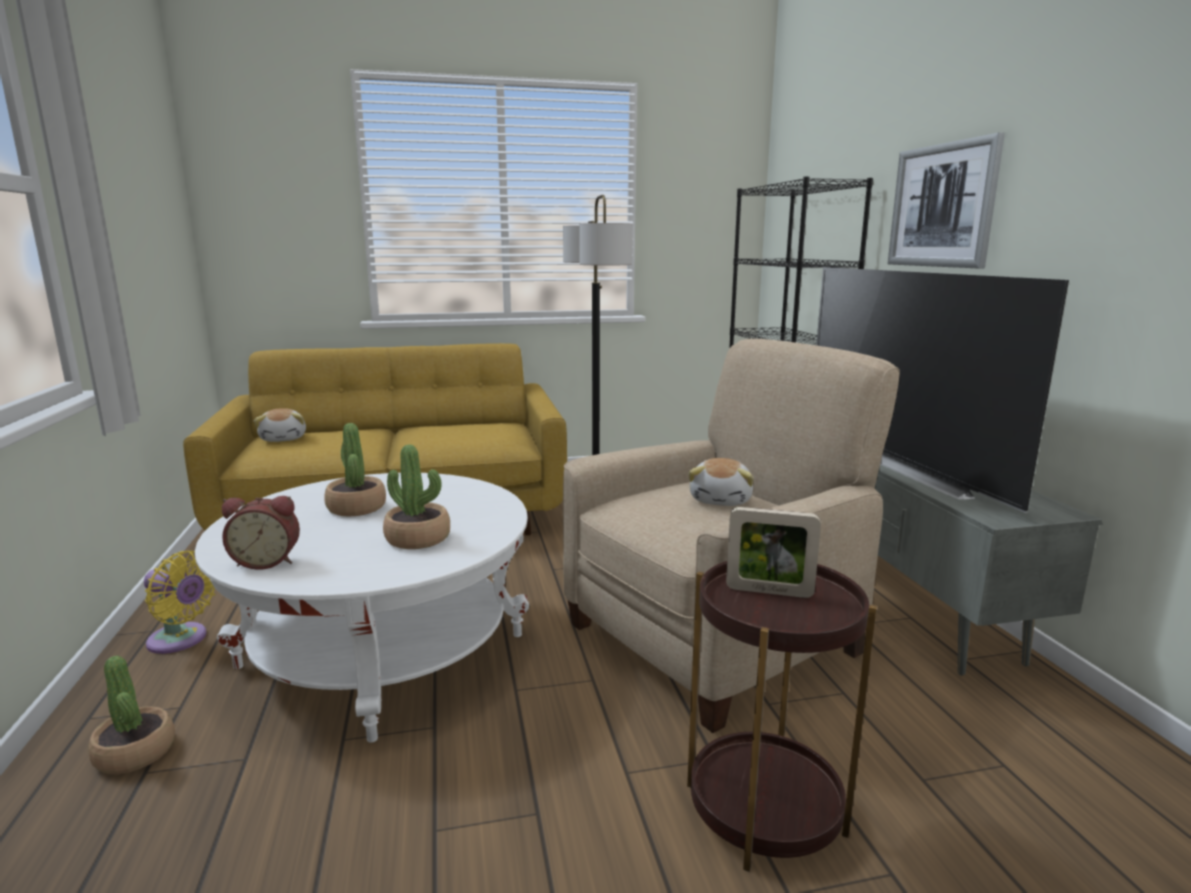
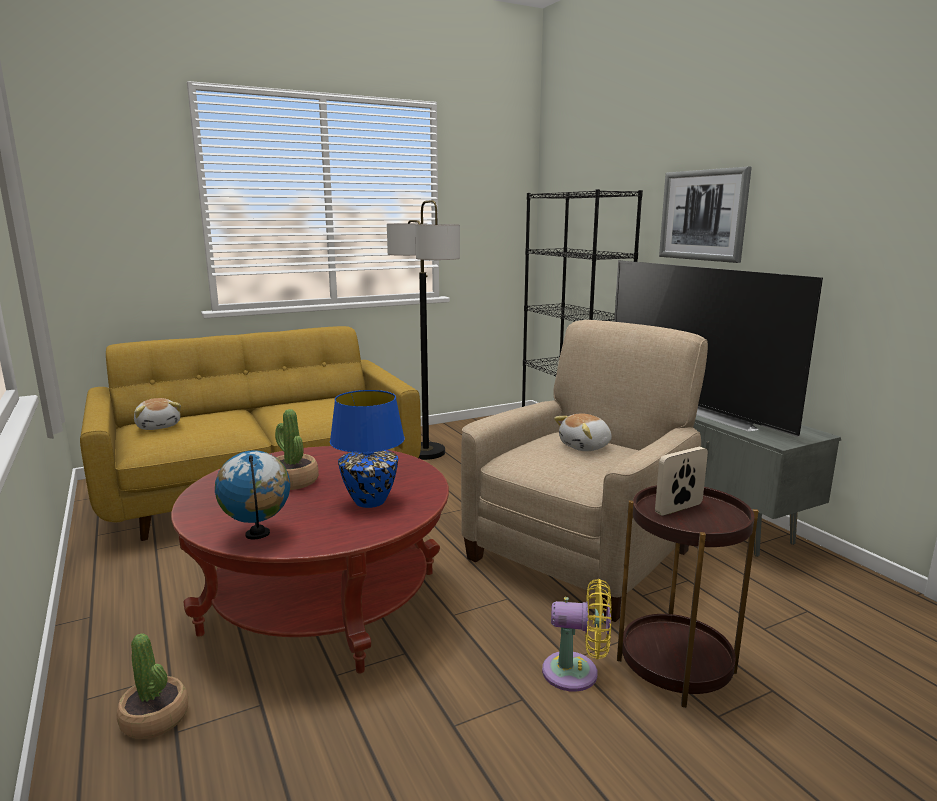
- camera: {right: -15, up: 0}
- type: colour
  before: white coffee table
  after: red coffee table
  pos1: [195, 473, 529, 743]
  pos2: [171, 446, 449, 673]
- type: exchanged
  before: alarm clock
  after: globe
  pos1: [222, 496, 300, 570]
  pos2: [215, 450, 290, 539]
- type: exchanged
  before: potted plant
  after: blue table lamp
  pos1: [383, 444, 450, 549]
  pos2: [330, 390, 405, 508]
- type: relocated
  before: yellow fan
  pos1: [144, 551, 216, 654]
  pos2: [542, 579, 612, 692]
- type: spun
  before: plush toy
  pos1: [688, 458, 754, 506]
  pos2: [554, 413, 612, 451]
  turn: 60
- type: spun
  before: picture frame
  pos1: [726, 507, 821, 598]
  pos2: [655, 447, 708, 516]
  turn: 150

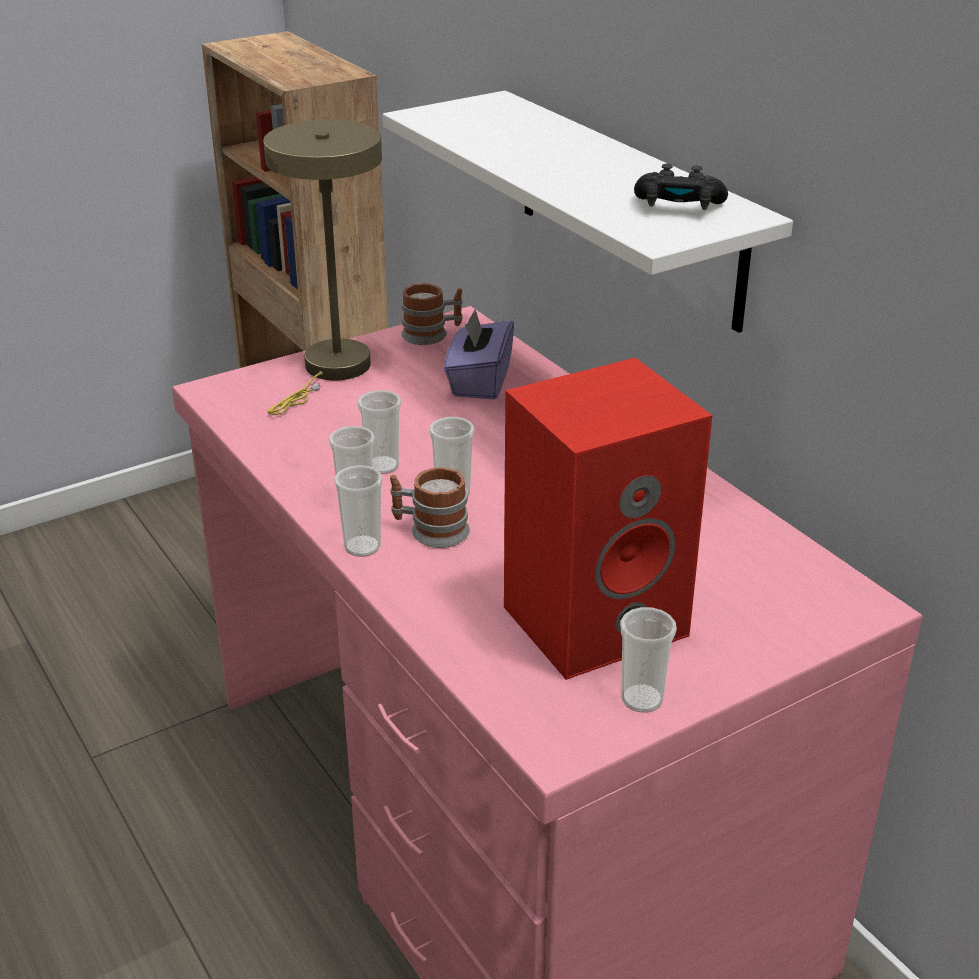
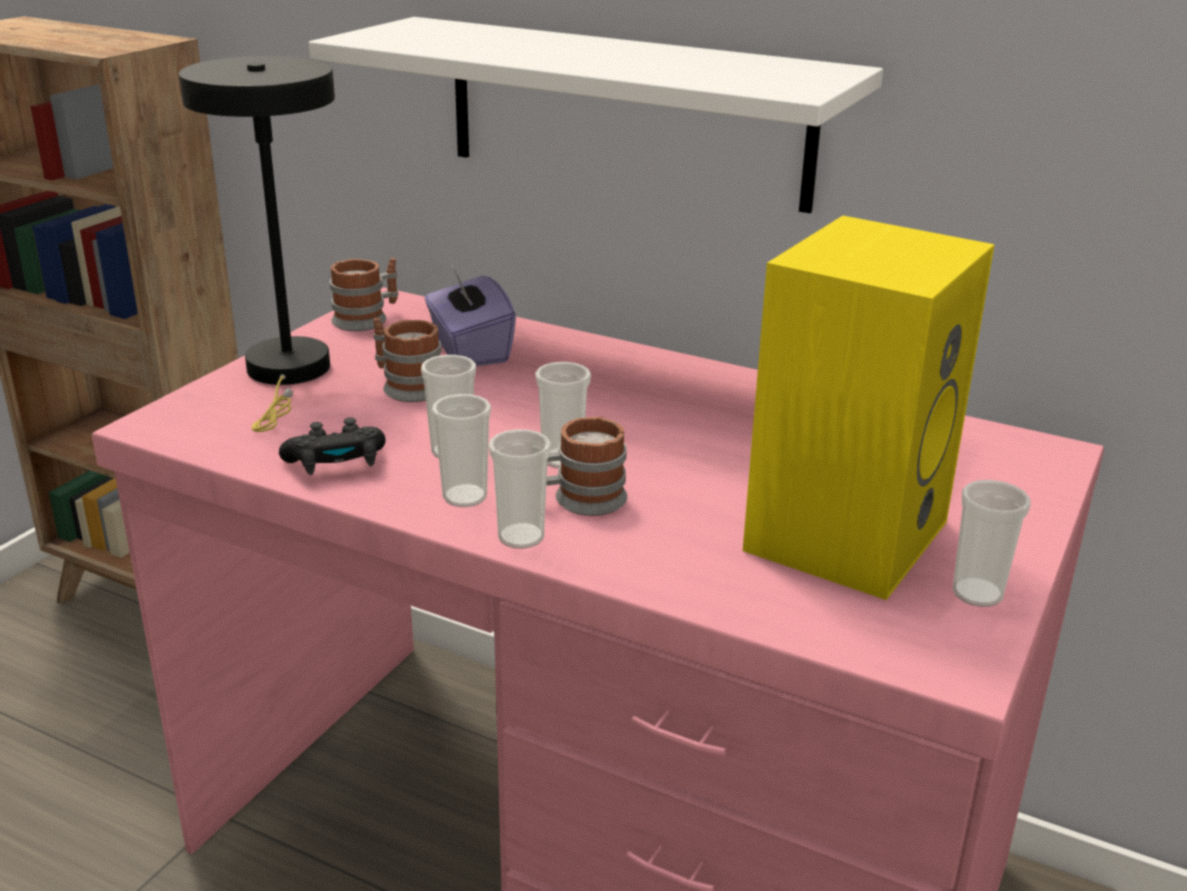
- camera: {right: -30, up: -5}
- type: colour
  before: beige table lamp
  after: black table lamp
  pos1: [263, 119, 382, 415]
  pos2: [179, 56, 335, 432]
- type: relocated
  before: black game controller
  pos1: [634, 164, 728, 210]
  pos2: [279, 417, 386, 475]
- type: appeared
  after: mug
  pos2: [373, 318, 441, 402]
- type: colour
  before: red speaker
  after: yellow speaker
  pos1: [504, 358, 712, 680]
  pos2: [743, 216, 995, 600]

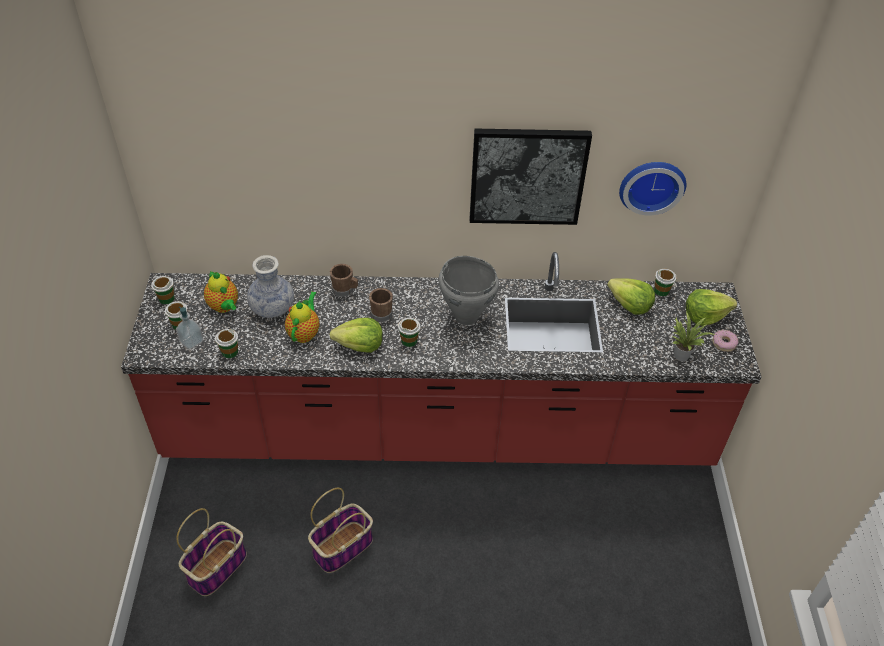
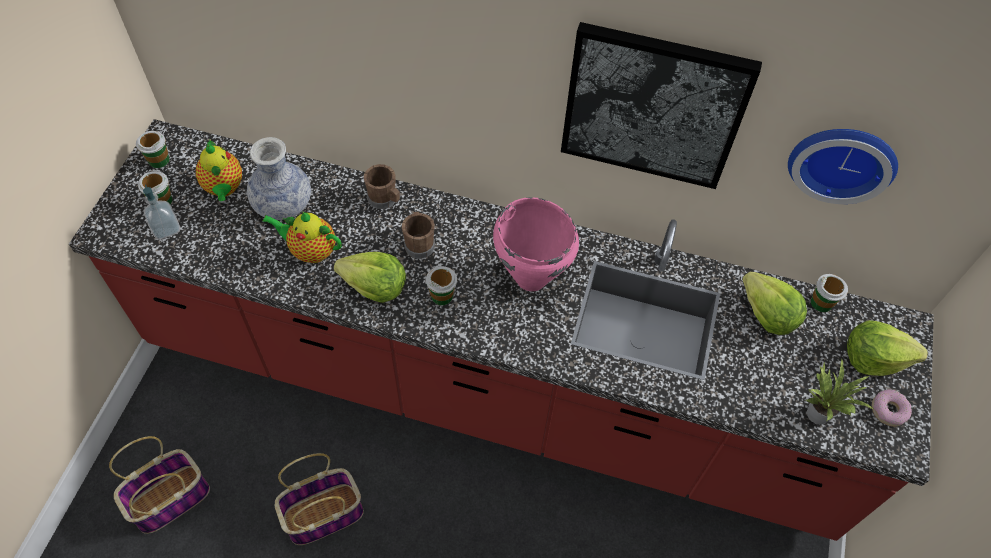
- camera: {right: 15, up: 10}
- type: spun
  before: teapot
  pos1: [285, 291, 320, 343]
  pos2: [262, 212, 342, 263]
  turn: -105
- type: colour
  before: grey cooking pot
  after: pink cooking pot
  pos1: [439, 256, 499, 325]
  pos2: [493, 197, 579, 291]
- type: missing
  before: cup
  pos1: [215, 329, 238, 358]

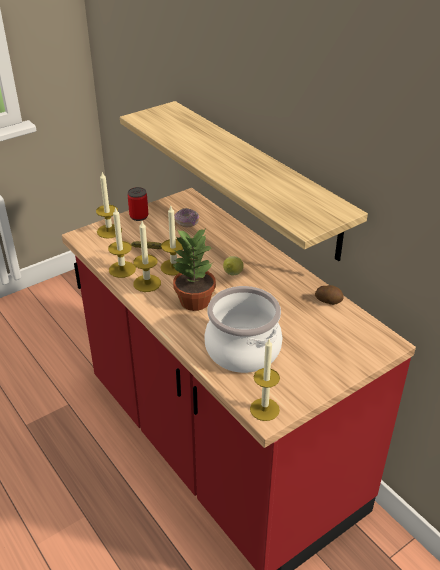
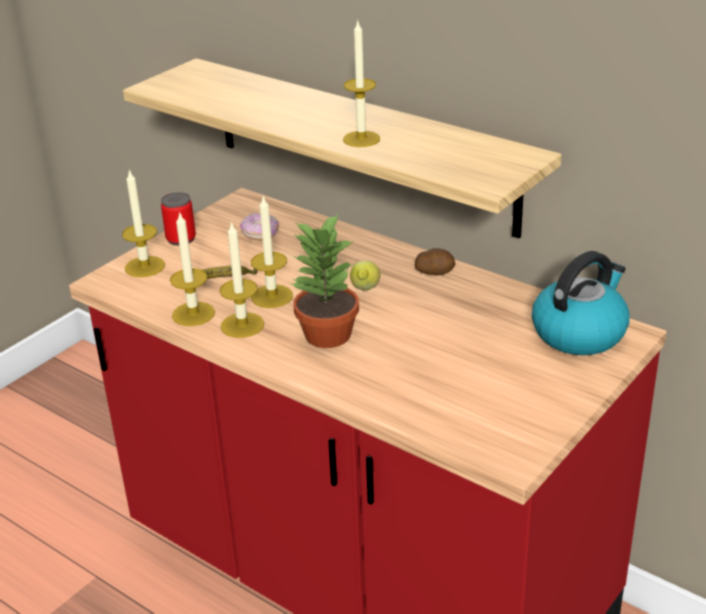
- camera: {right: -15, up: -5}
- type: relocated
  before: candle
  pos1: [250, 339, 280, 421]
  pos2: [343, 22, 380, 147]
- type: relocated
  before: potato
  pos1: [315, 285, 344, 305]
  pos2: [415, 248, 456, 275]
- type: appeared
  after: kettle
  pos2: [532, 251, 630, 355]
- type: missing
  before: cooking pot
  pos1: [205, 286, 283, 373]

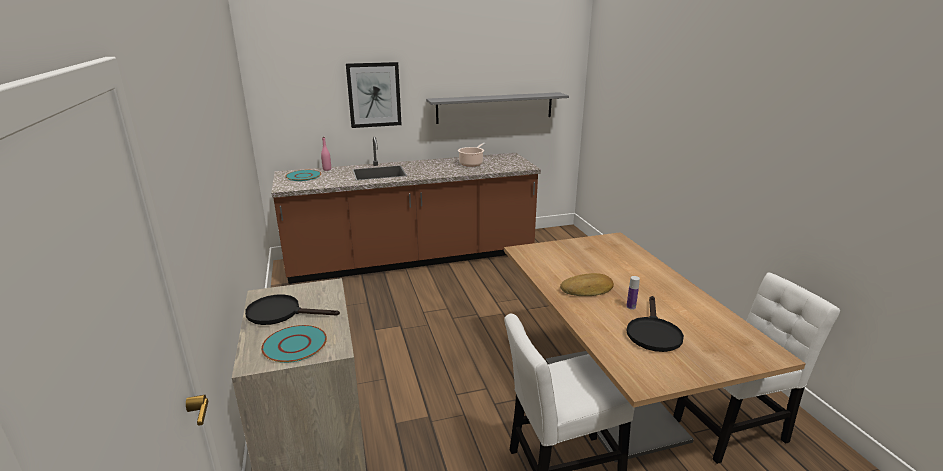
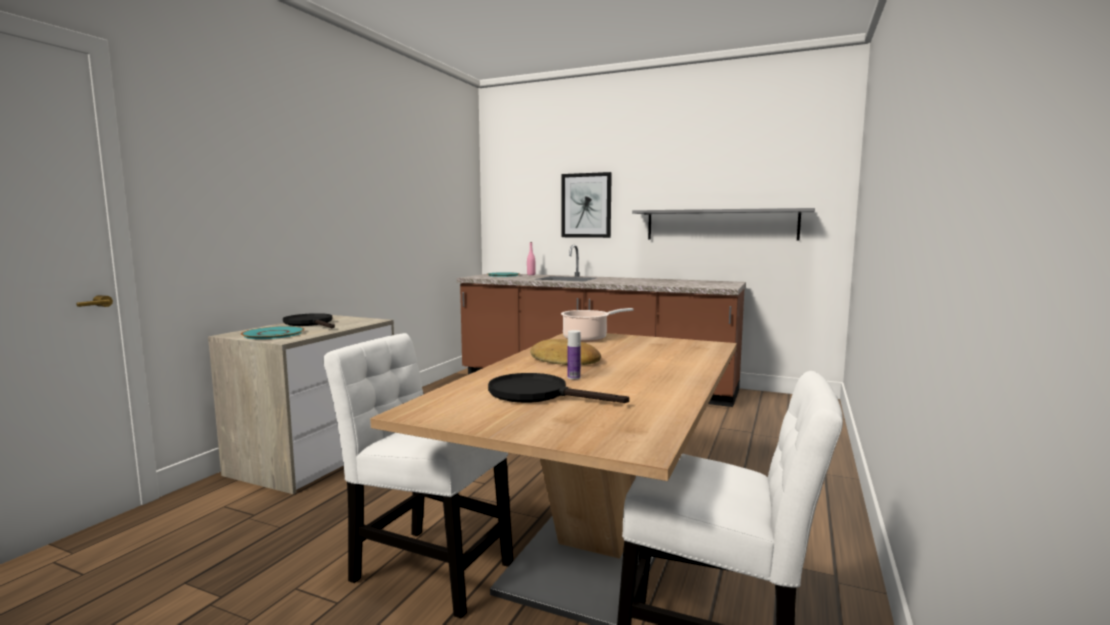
- camera: {right: 40, up: -15}
- type: spun
  before: black frying pan
  pos1: [626, 296, 684, 352]
  pos2: [488, 373, 629, 403]
  turn: 60
- type: relocated
  before: cooking pot
  pos1: [458, 143, 486, 167]
  pos2: [561, 308, 634, 342]

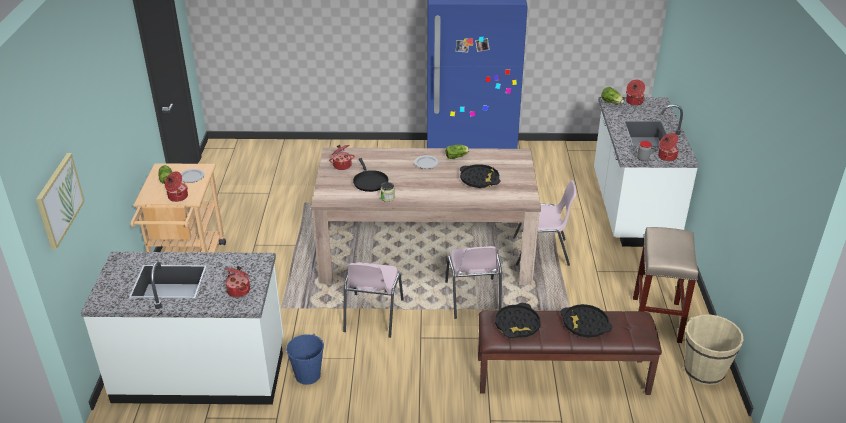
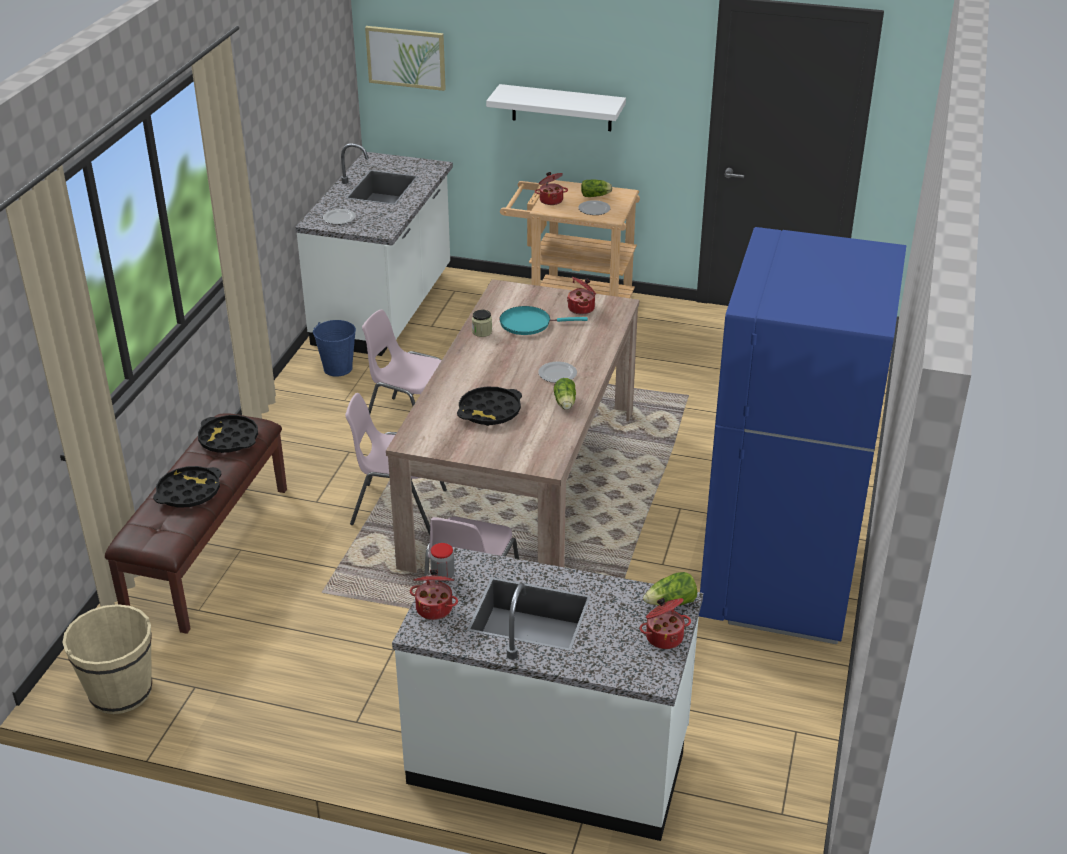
- camera: {right: 105, up: 0}
- type: exchanged
  before: cooking pot
  after: plate
  pos1: [225, 266, 250, 297]
  pos2: [323, 209, 356, 224]
- type: appeared
  after: white shelf
  pos2: [486, 84, 626, 131]
- type: colour
  before: black frying pan
  after: turquoise frying pan
  pos1: [353, 158, 389, 192]
  pos2: [499, 306, 588, 335]
- type: missing
  before: beige stool
  pos1: [633, 227, 698, 343]

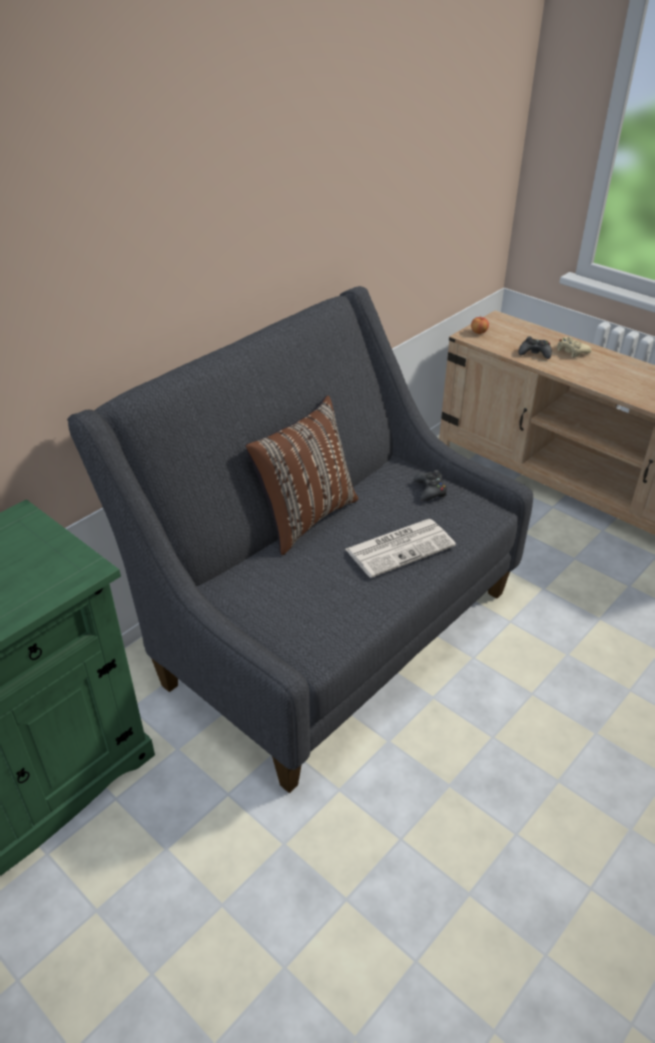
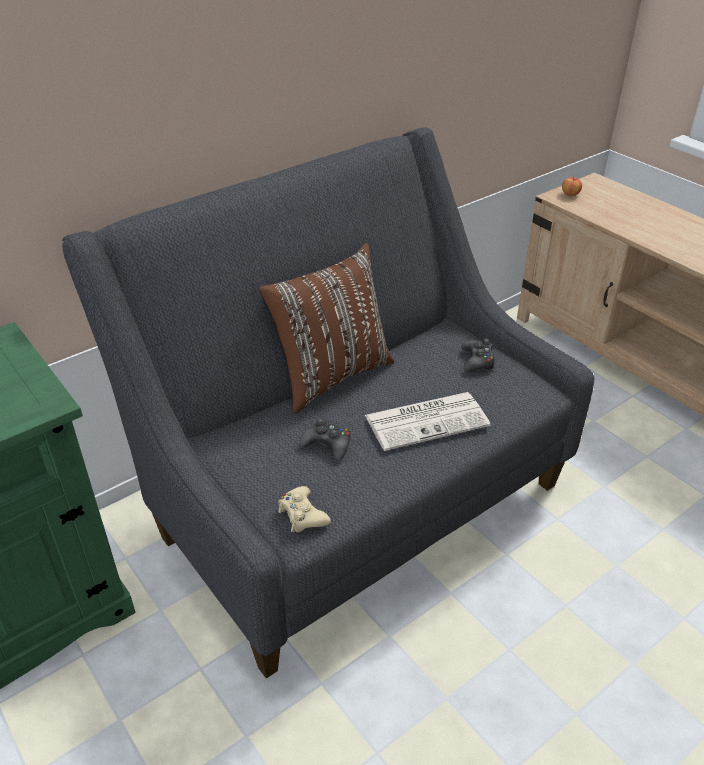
- camera: {right: 10, up: 0}
- type: relocated
  before: beige game controller
  pos1: [557, 337, 592, 358]
  pos2: [278, 486, 331, 532]
- type: relocated
  before: black game controller
  pos1: [518, 336, 552, 359]
  pos2: [299, 418, 350, 461]

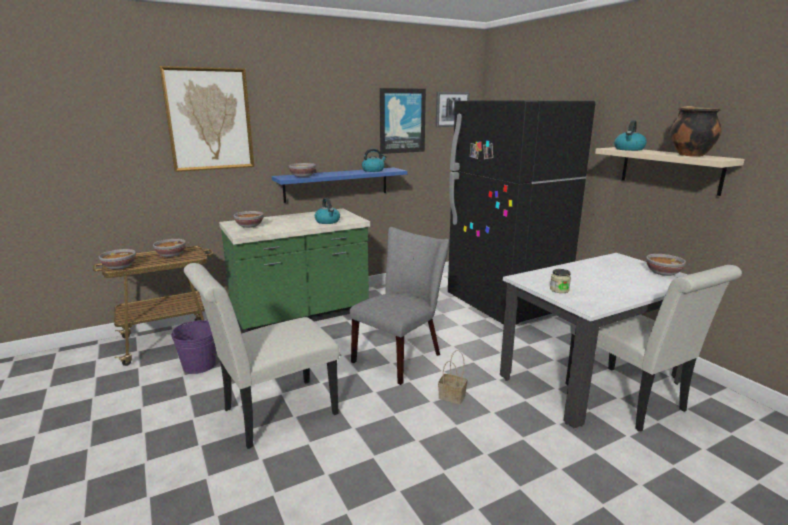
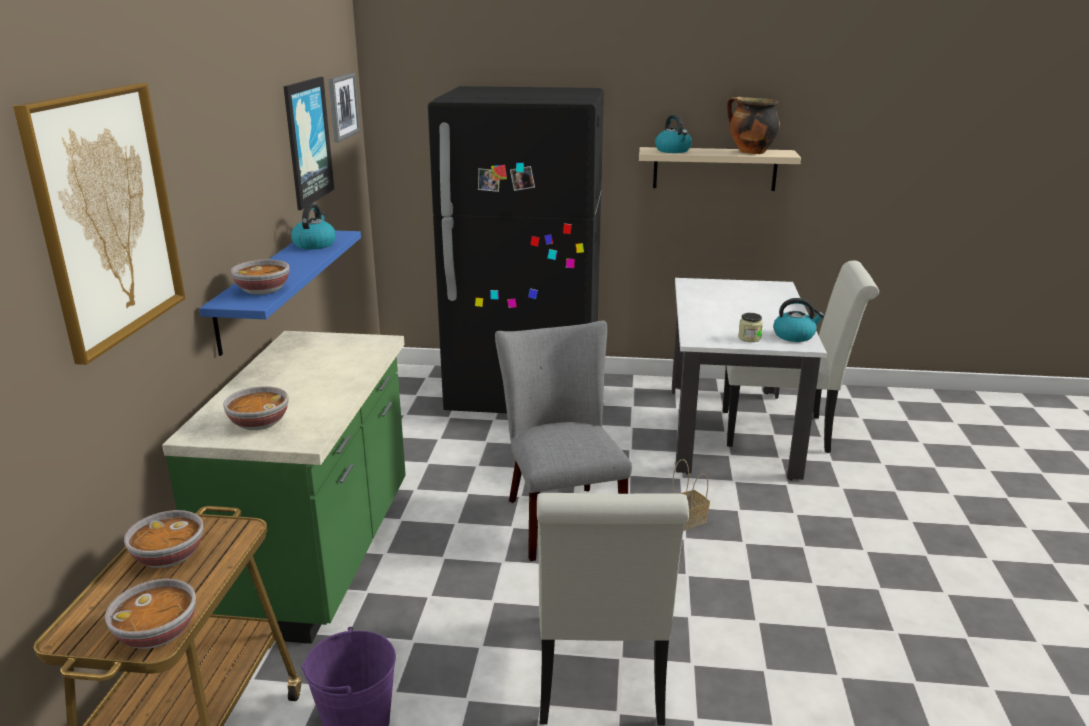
- camera: {right: -55, up: 5}
- type: relocated
  before: kettle
  pos1: [315, 198, 340, 224]
  pos2: [773, 298, 825, 342]
- type: missing
  before: bowl
  pos1: [646, 254, 686, 276]

